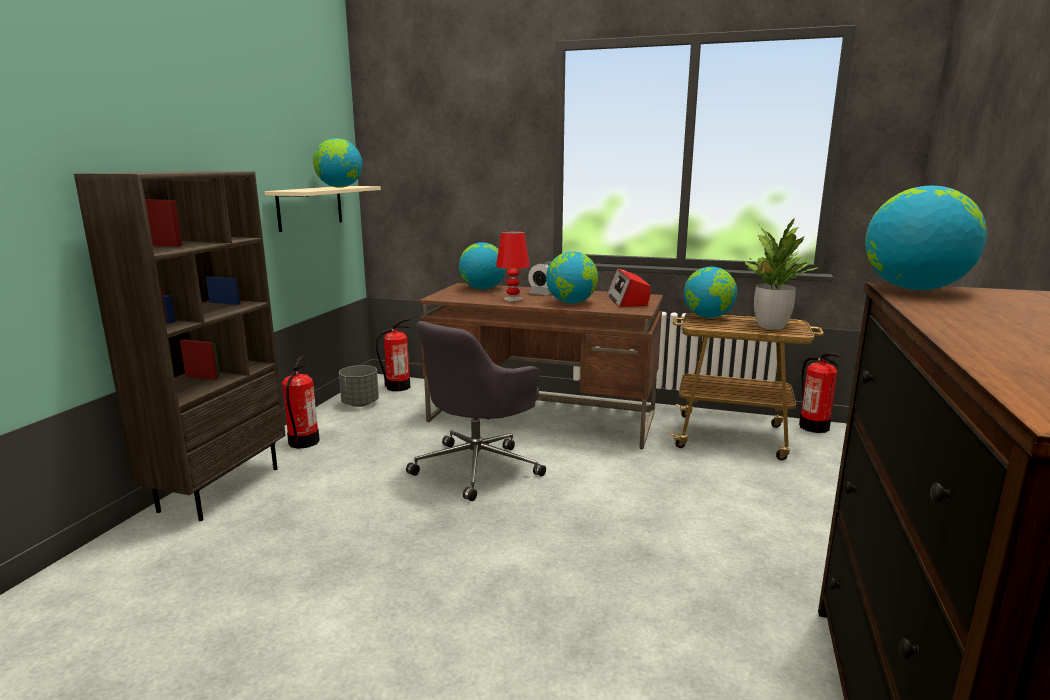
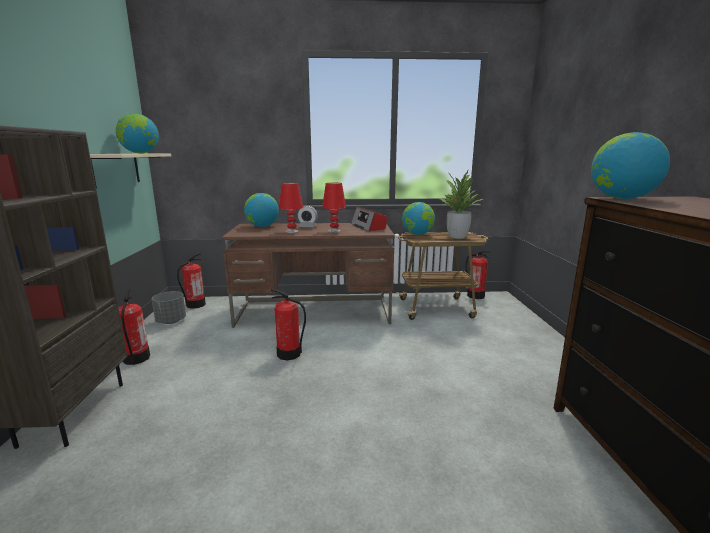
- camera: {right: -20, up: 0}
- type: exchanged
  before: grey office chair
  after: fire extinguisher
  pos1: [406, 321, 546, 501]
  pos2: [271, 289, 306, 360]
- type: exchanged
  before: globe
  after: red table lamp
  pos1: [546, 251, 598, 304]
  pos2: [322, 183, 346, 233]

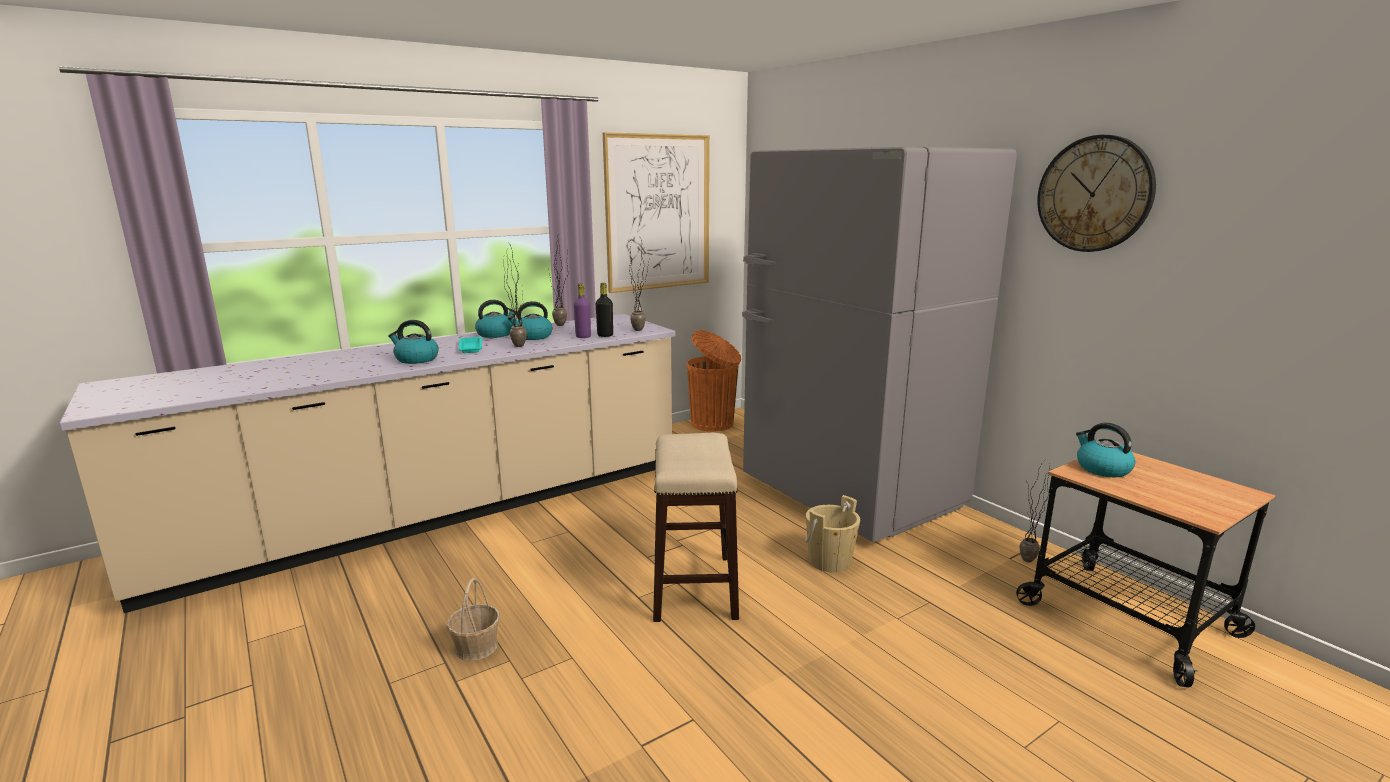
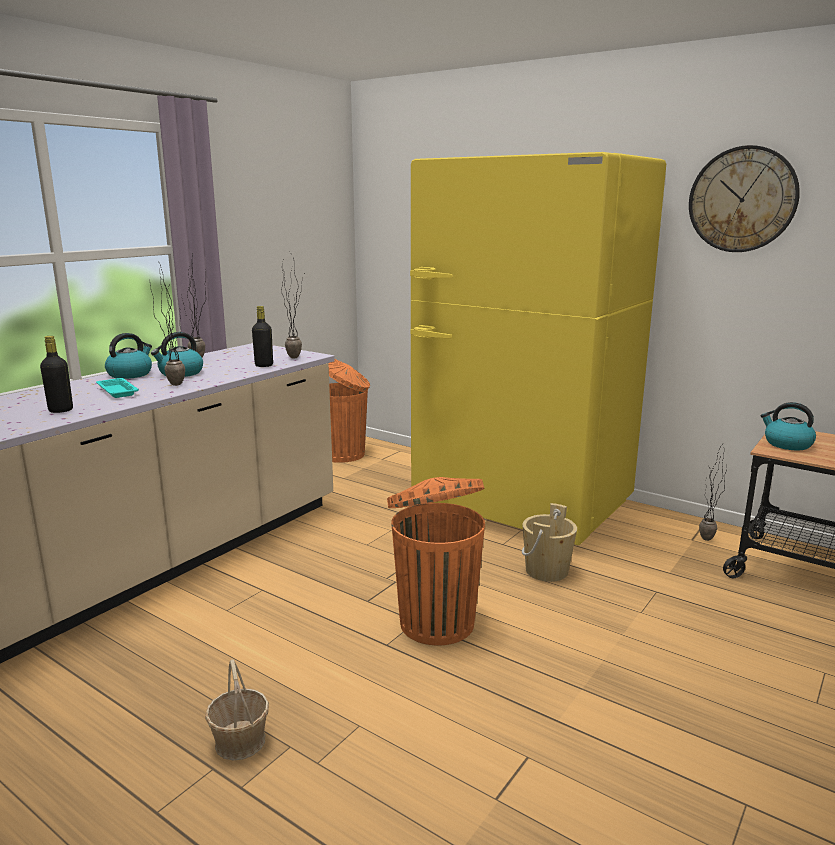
- camera: {right: -20, up: 0}
- type: exchanged
  before: kettle
  after: black bottle
  pos1: [388, 320, 439, 364]
  pos2: [40, 336, 73, 413]
- type: exchanged
  before: stool
  after: orange trash can
  pos1: [653, 433, 739, 622]
  pos2: [387, 477, 485, 645]
- type: colour
  before: grey fridge
  after: yellow fridge
  pos1: [742, 147, 1017, 542]
  pos2: [410, 152, 666, 546]
- type: missing
  before: purple bottle
  pos1: [574, 284, 591, 338]
- type: missing
  before: picture
  pos1: [603, 132, 710, 293]

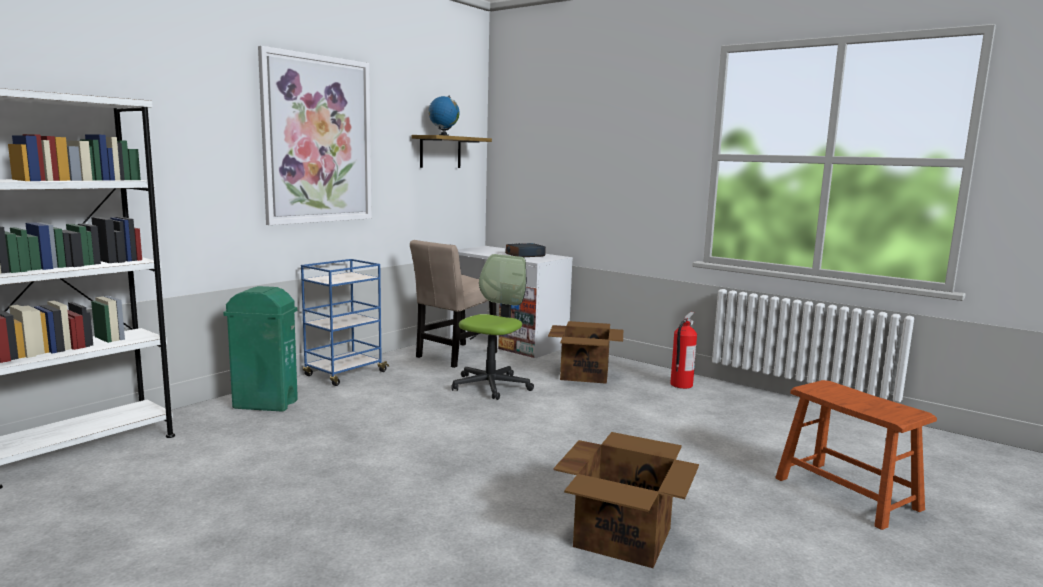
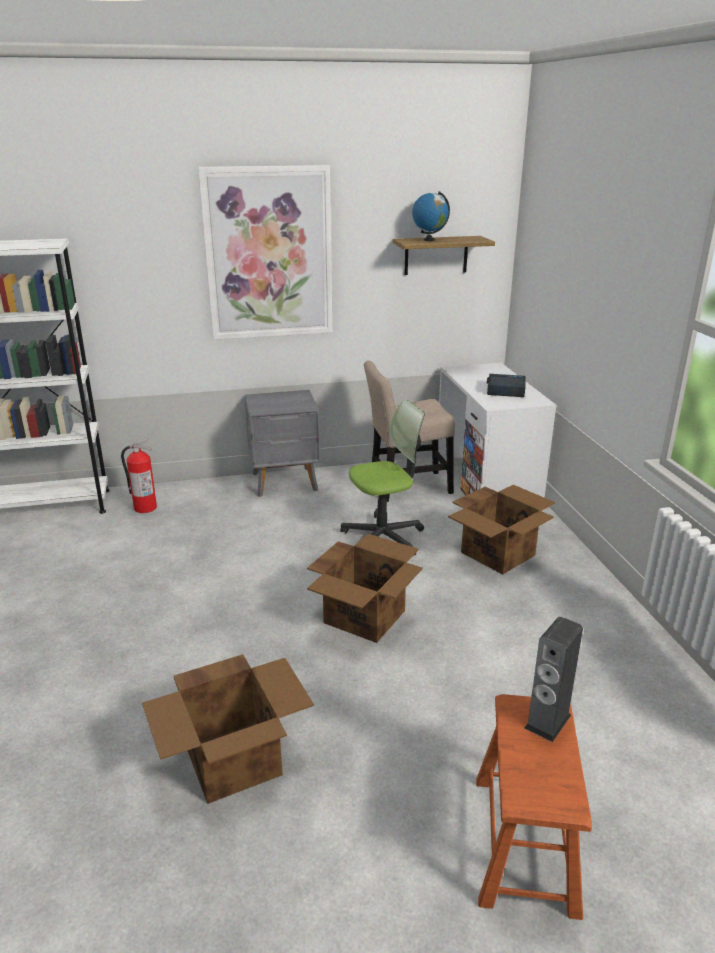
- camera: {right: 40, up: 15}
- type: relocated
  before: fire extinguisher
  pos1: [670, 312, 697, 389]
  pos2: [121, 438, 157, 513]
- type: exchanged
  before: blue cart
  after: grey nightstand
  pos1: [301, 259, 389, 386]
  pos2: [245, 390, 321, 497]
- type: appeared
  after: cardboard box
  pos2: [307, 534, 423, 643]
- type: appeared
  after: speaker
  pos2: [525, 617, 583, 742]
- type: missing
  before: green trash can
  pos1: [223, 286, 298, 412]

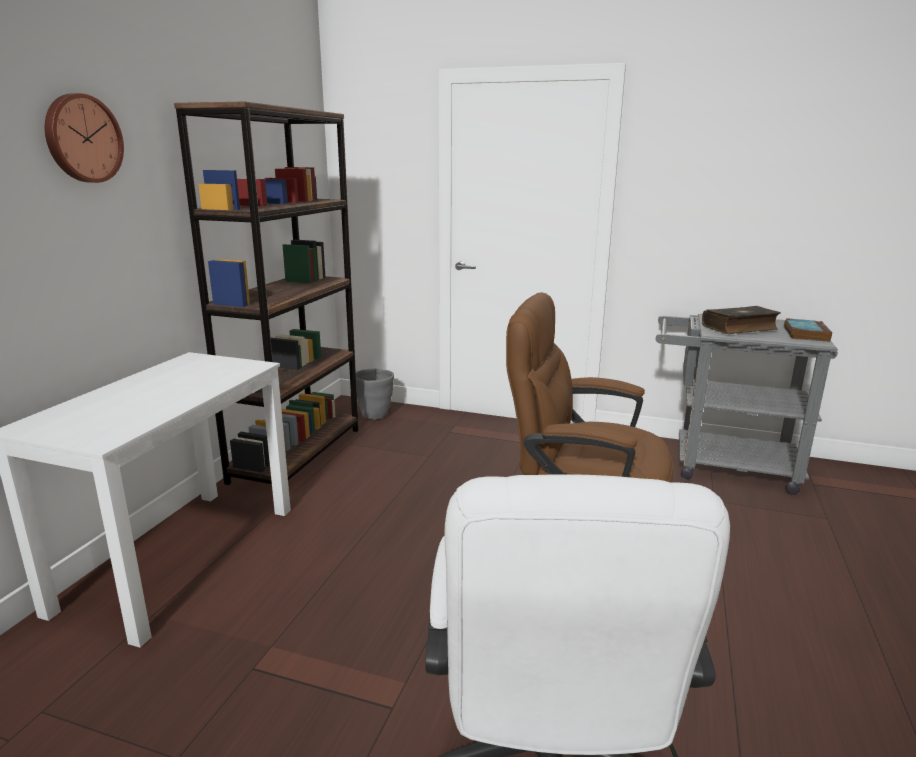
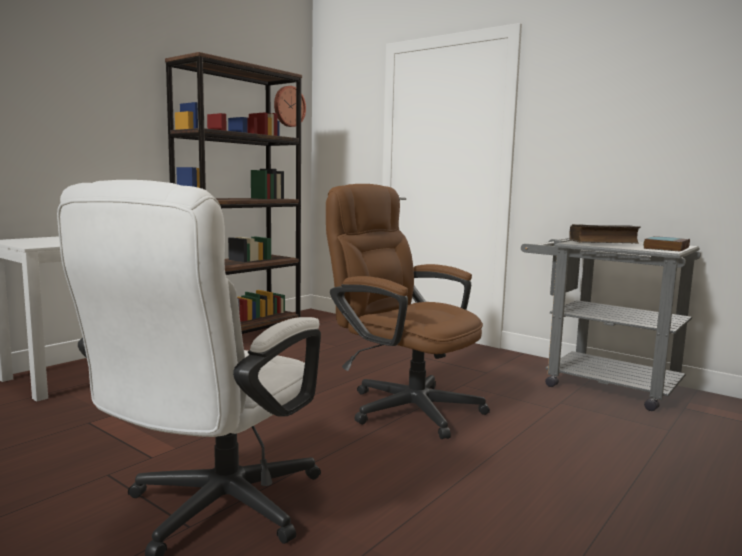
- camera: {right: 20, up: -10}
- type: relocated
  before: wall clock
  pos1: [45, 93, 124, 183]
  pos2: [274, 86, 306, 127]
- type: missing
  before: grey planter
  pos1: [356, 369, 394, 420]

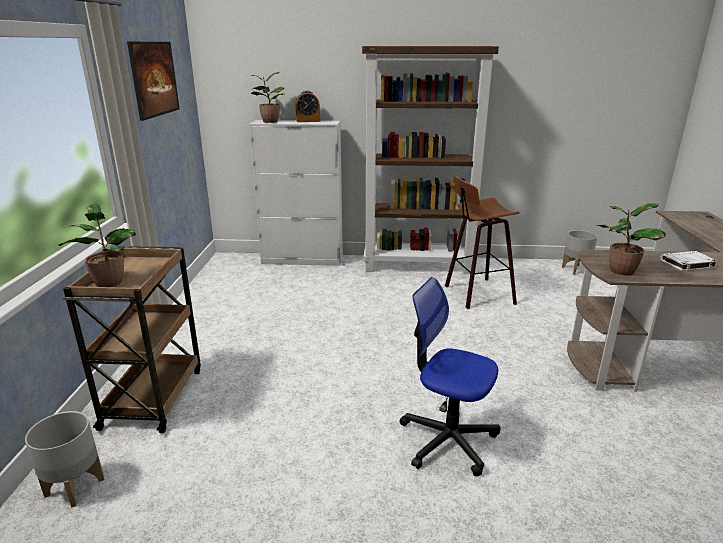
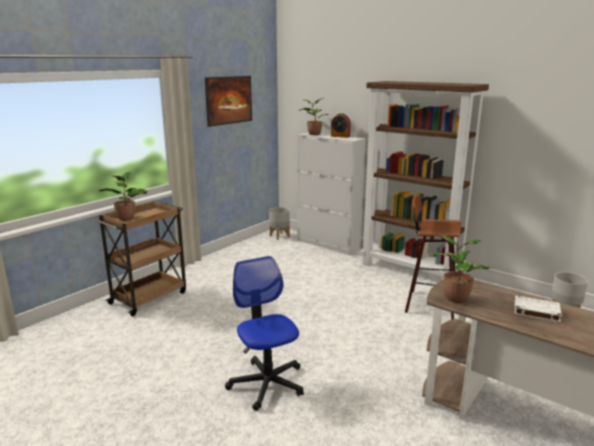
- camera: {right: 35, up: -5}
- type: relocated
  before: grey planter
  pos1: [25, 411, 104, 508]
  pos2: [269, 207, 290, 240]

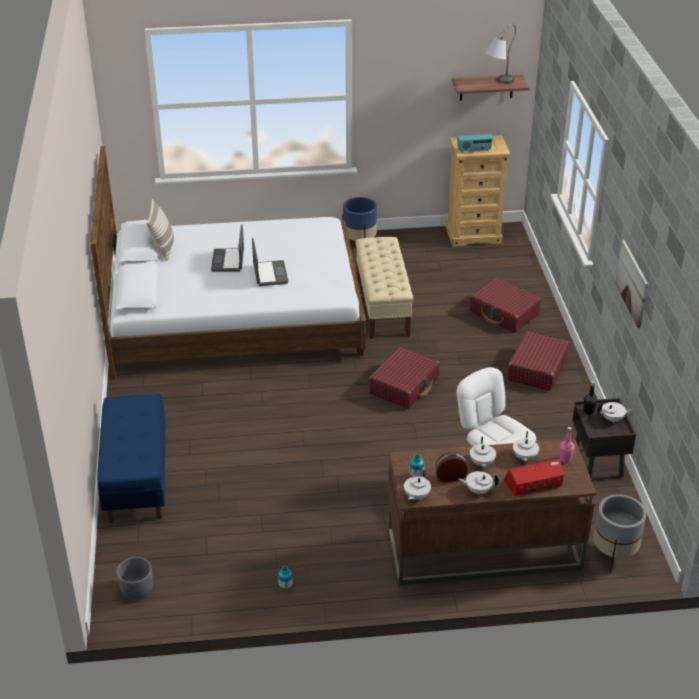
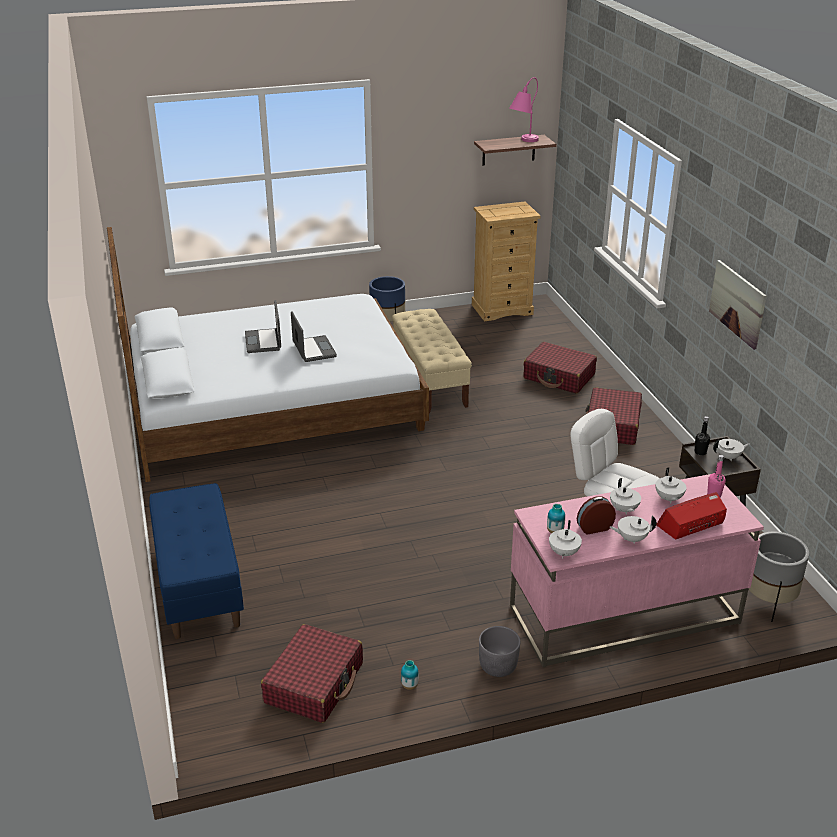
- camera: {right: -10, up: -5}
- type: relocated
  before: red suitcase
  pos1: [369, 347, 439, 409]
  pos2: [261, 624, 363, 723]
- type: relocated
  before: grey planter
  pos1: [117, 557, 153, 600]
  pos2: [479, 626, 520, 677]
- type: colour
  before: grey table lamp
  after: pink table lamp
  pos1: [484, 24, 516, 84]
  pos2: [509, 77, 539, 142]
- type: colour
  before: brown desk
  after: pink desk
  pos1: [388, 439, 596, 586]
  pos2: [510, 474, 764, 667]
- type: missing
  before: pillow
  pos1: [147, 199, 174, 261]
- type: missing
  before: radio
  pos1: [457, 134, 493, 153]

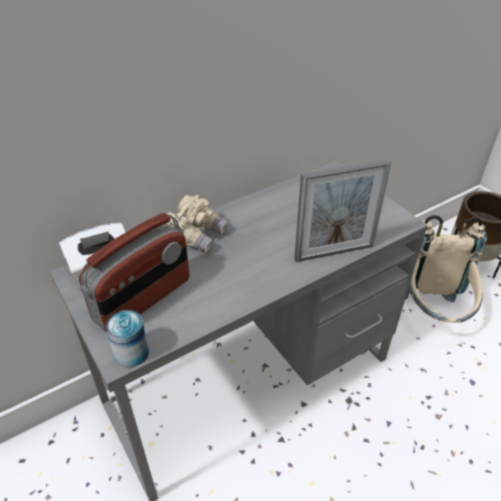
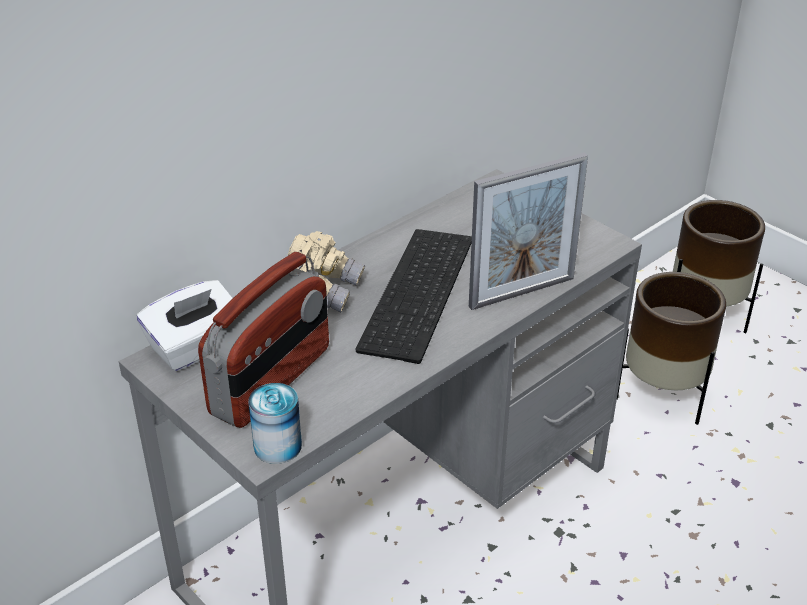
- camera: {right: -10, up: -5}
- type: appeared
  after: keyboard
  pos2: [356, 229, 472, 364]
- type: exchanged
  before: beige backpack
  after: brown planter
  pos1: [405, 215, 487, 323]
  pos2: [617, 272, 726, 425]

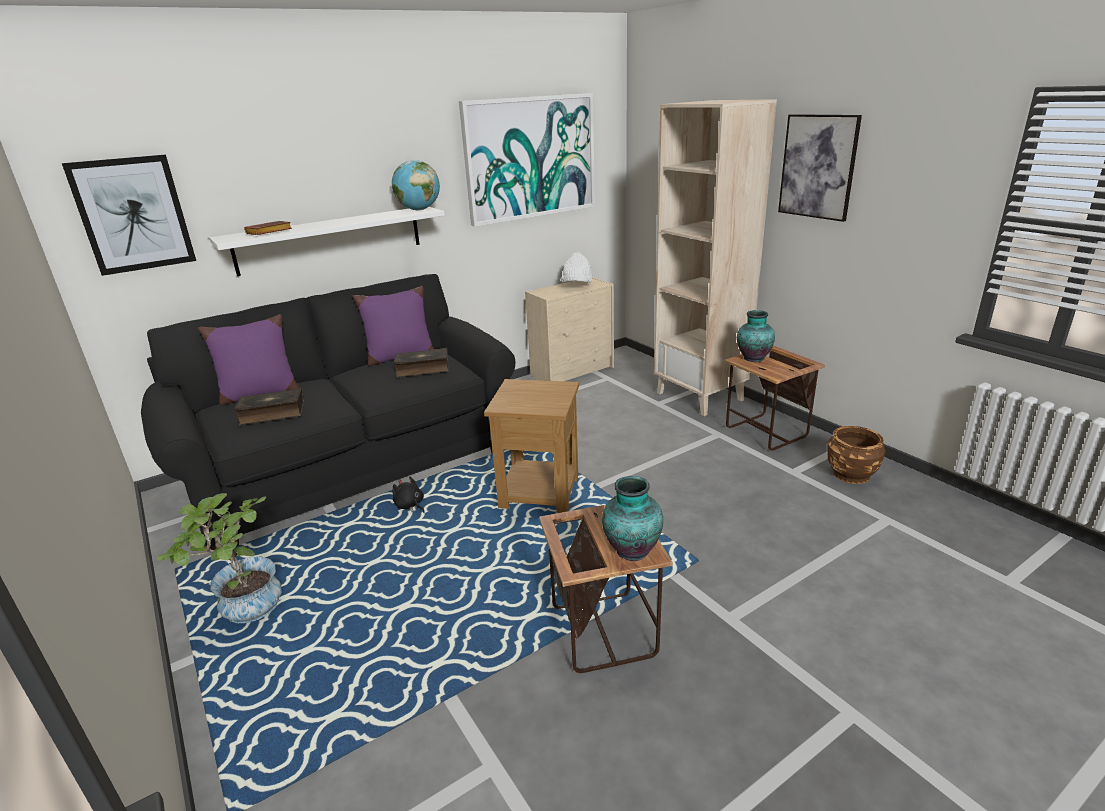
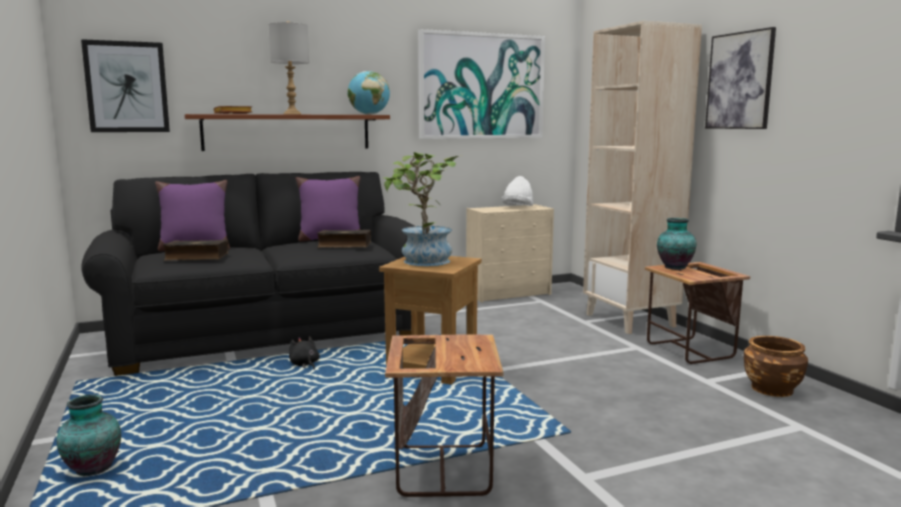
- camera: {right: 10, up: -15}
- type: relocated
  before: vase
  pos1: [602, 476, 663, 561]
  pos2: [57, 394, 121, 476]
- type: colour
  before: white shelf
  after: brown shelf
  pos1: [209, 207, 445, 276]
  pos2: [184, 114, 390, 151]
- type: appeared
  after: grey table lamp
  pos2: [269, 21, 309, 114]
- type: relocated
  before: potted plant
  pos1: [157, 493, 282, 623]
  pos2: [384, 152, 459, 266]

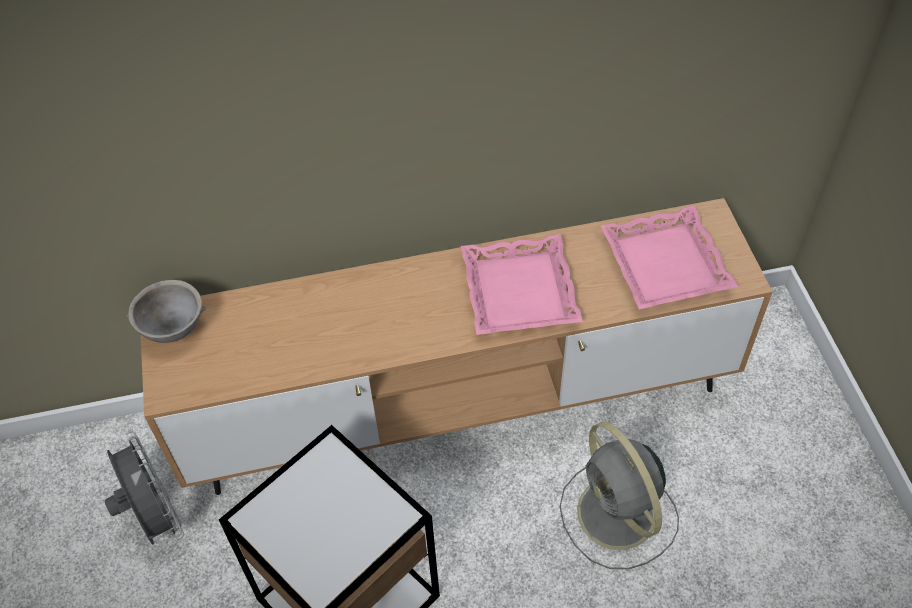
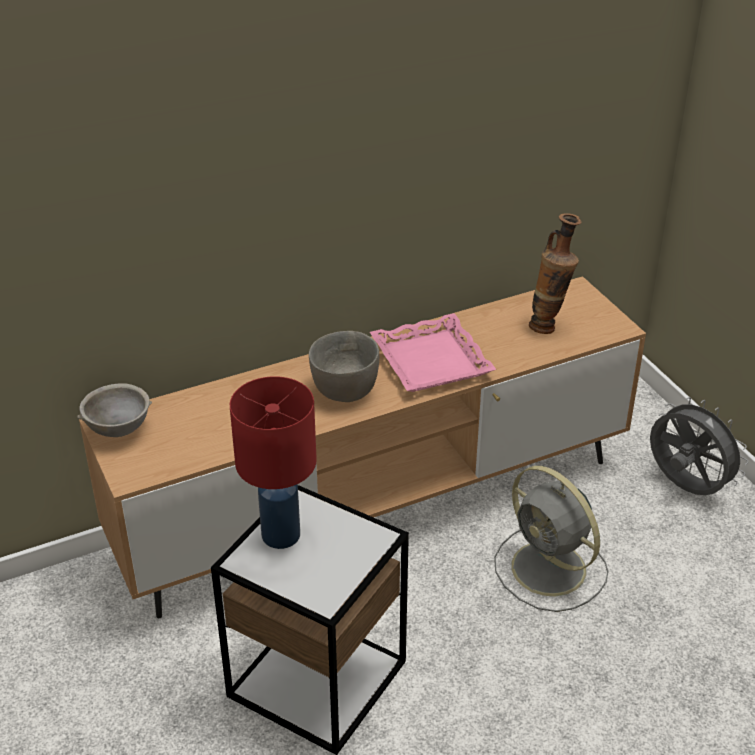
- camera: {right: -15, up: -15}
- type: appeared
  after: red table lamp
  pos2: [230, 376, 317, 549]
- type: appeared
  after: grey bowl
  pos2: [309, 331, 379, 402]
- type: exchanged
  before: pink tray
  after: vase
  pos1: [600, 205, 738, 309]
  pos2: [529, 213, 582, 334]
- type: relocated
  before: grey fan
  pos1: [105, 431, 184, 545]
  pos2: [650, 397, 748, 495]

